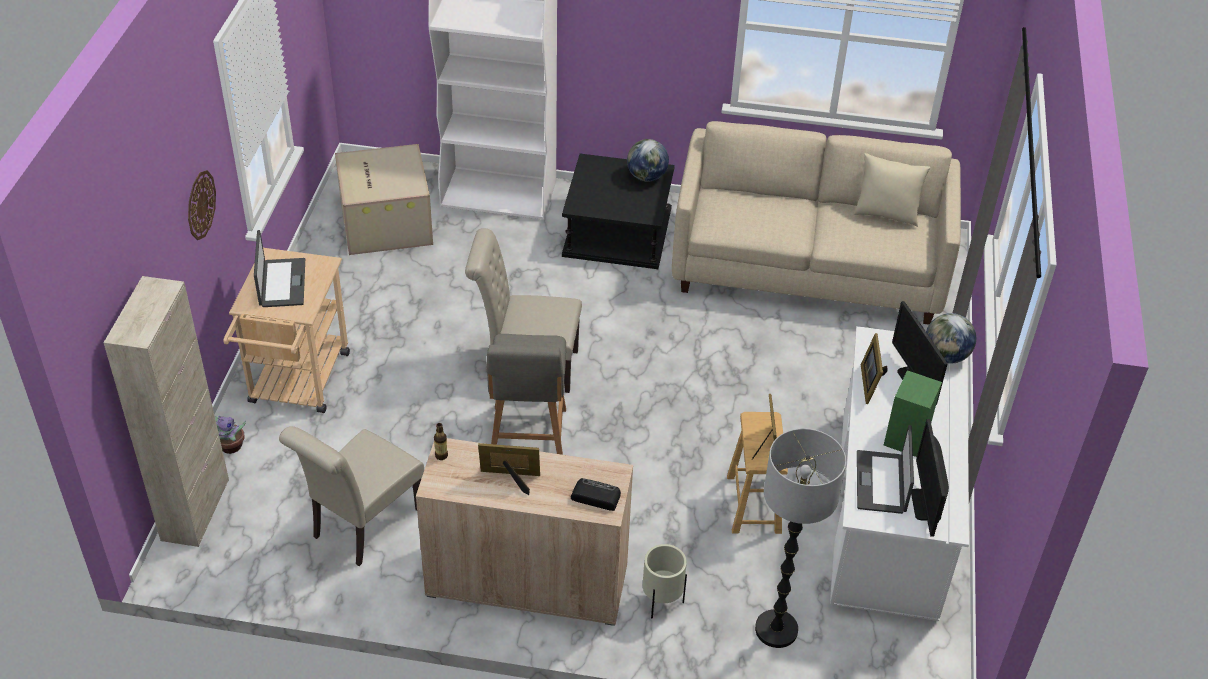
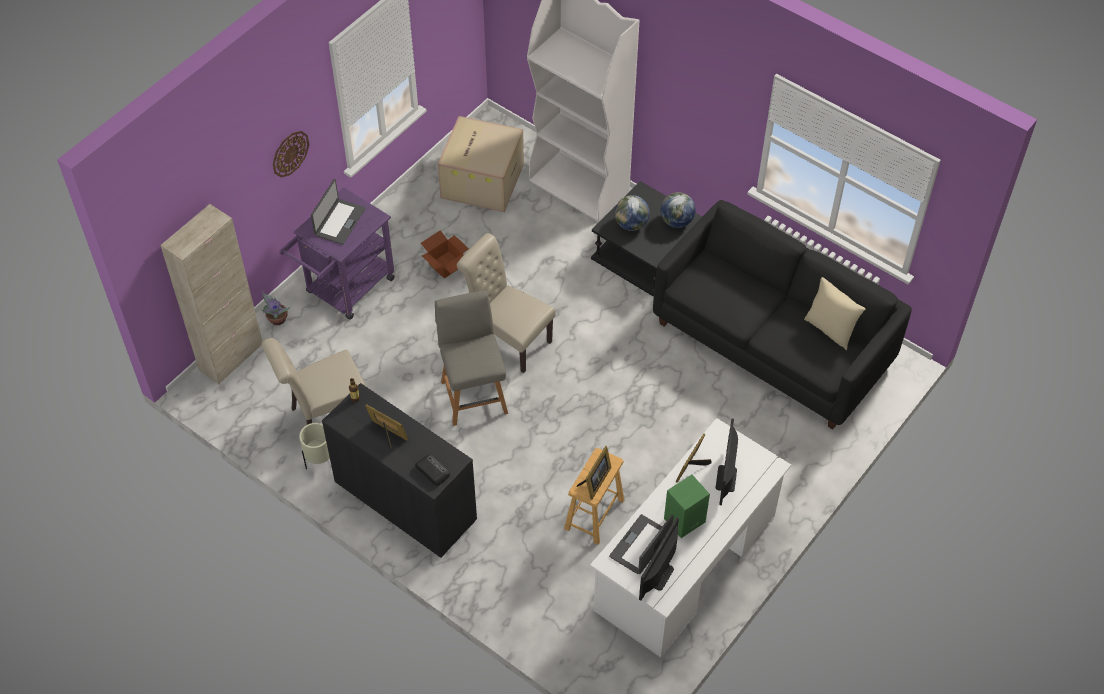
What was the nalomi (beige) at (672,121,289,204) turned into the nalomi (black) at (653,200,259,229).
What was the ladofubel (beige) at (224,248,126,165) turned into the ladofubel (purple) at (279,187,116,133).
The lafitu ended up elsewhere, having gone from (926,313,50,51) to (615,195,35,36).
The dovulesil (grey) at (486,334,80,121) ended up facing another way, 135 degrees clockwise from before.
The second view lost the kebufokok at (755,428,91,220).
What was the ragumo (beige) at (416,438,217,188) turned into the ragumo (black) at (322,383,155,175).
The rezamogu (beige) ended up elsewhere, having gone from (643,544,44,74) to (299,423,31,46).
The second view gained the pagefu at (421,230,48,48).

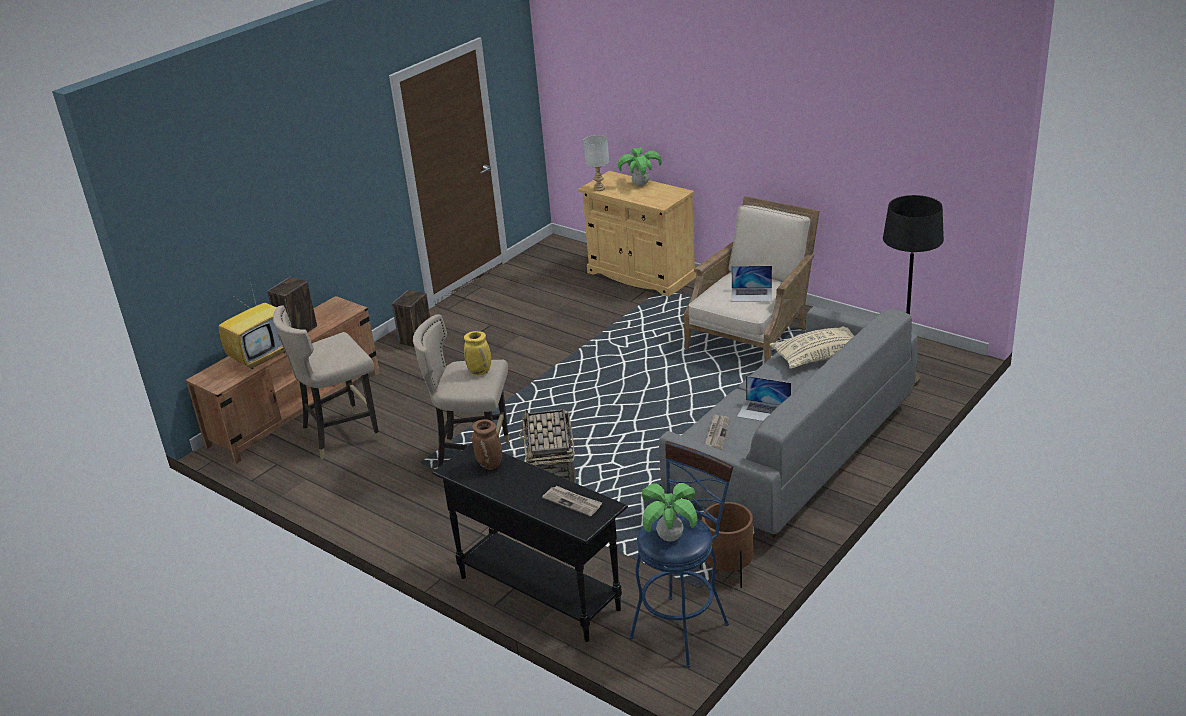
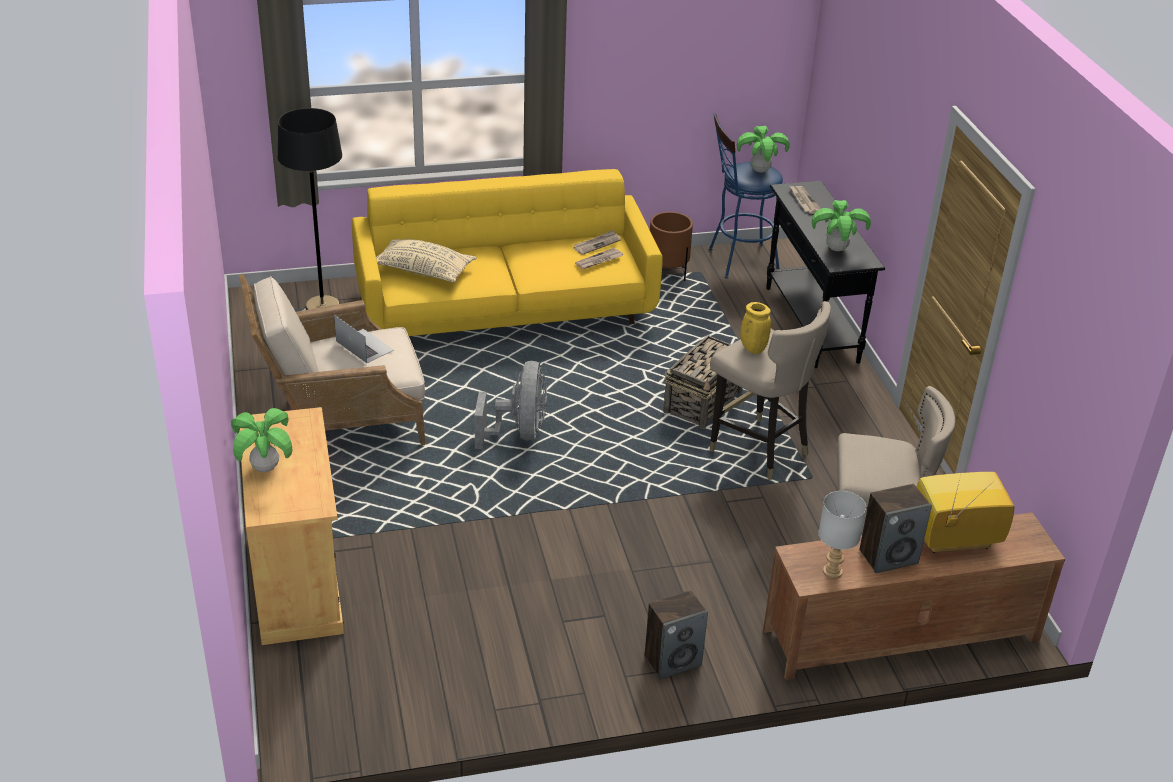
The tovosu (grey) ended up elsewhere, having gone from (583,135,26,56) to (818,491,48,88).
What was the nalomi (grey) at (659,306,259,232) turned into the nalomi (yellow) at (352,169,311,167).
The second view lost the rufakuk at (737,376,54,45).
Where the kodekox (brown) stood at (472,419,30,51), the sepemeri came to stand at (812,200,59,51).
The second view gained the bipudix at (574,230,47,25).
The second view gained the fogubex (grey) at (474,361,73,88).

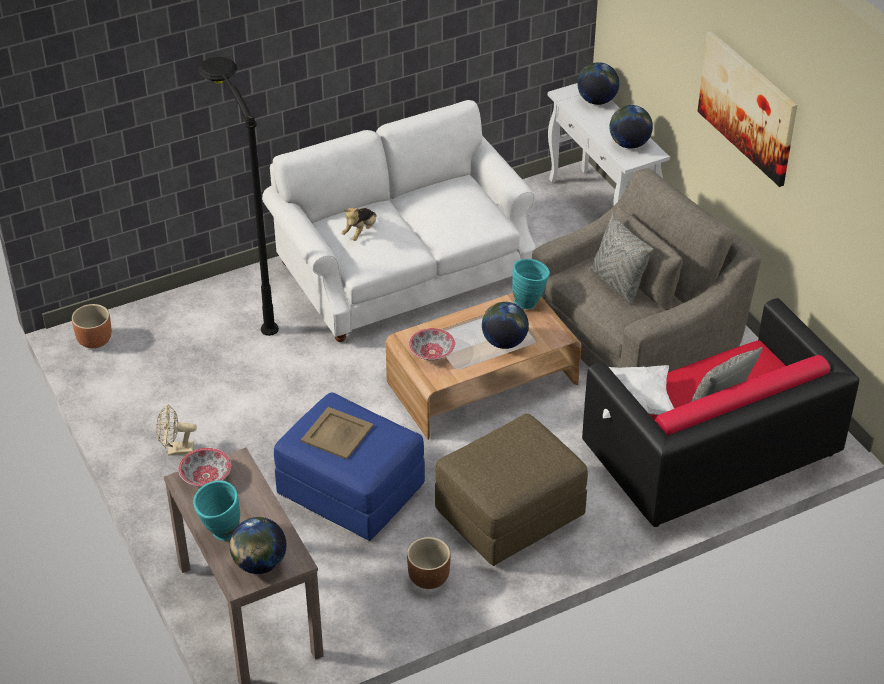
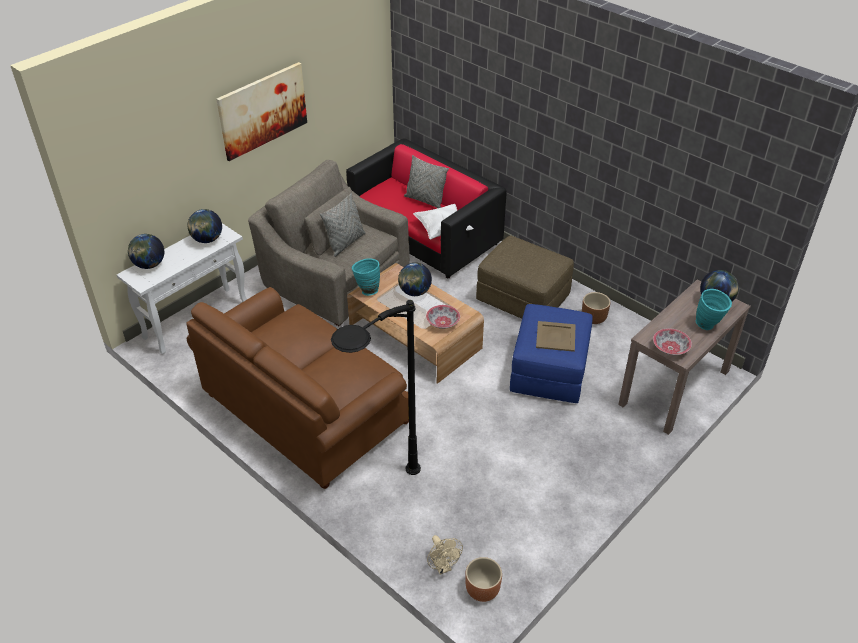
What was the nalomi (white) at (262,100,274,242) turned into the nalomi (brown) at (186,287,223,202).
The second view lost the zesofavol at (341,208,36,33).
The fogubex (beige) ended up elsewhere, having gone from (156,404,41,52) to (427,535,36,40).

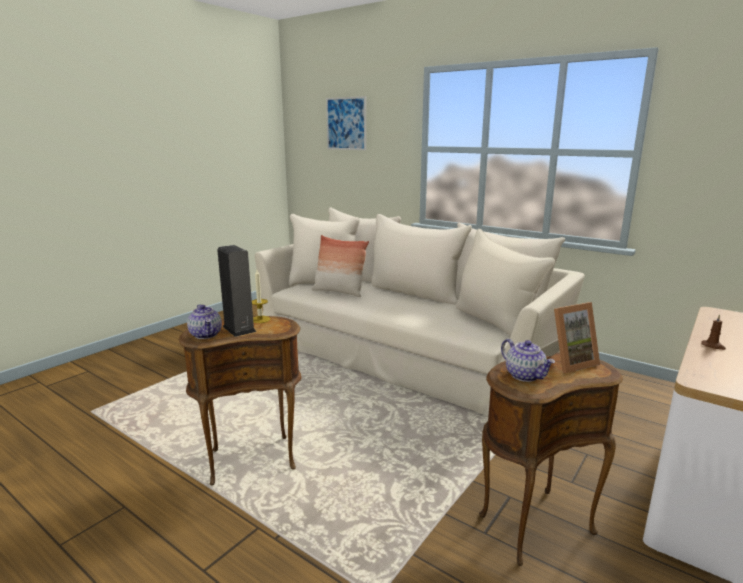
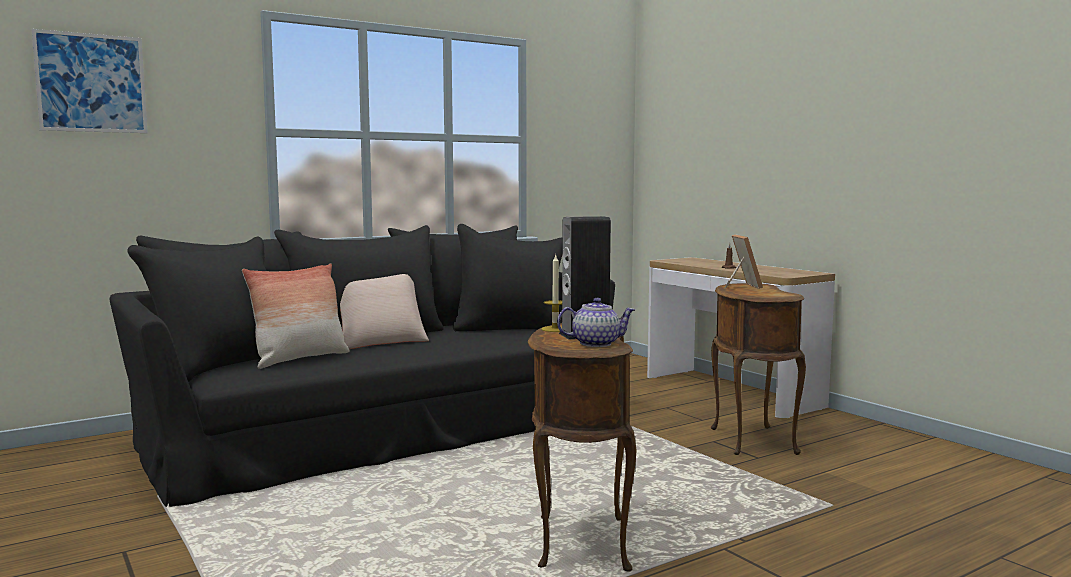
What was the nalomi (beige) at (255,207,330,209) turned into the nalomi (black) at (109,224,506,283).
The second view lost the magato at (501,339,54,43).
The second view gained the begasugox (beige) at (340,274,89,75).

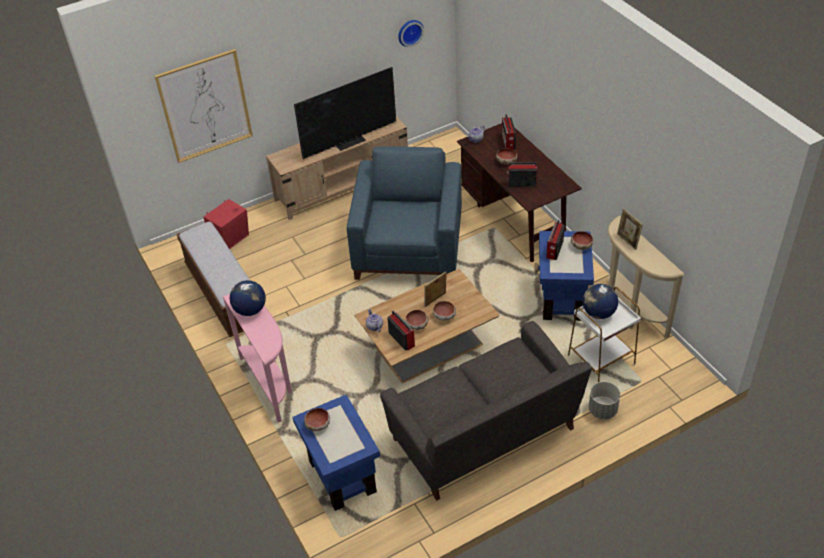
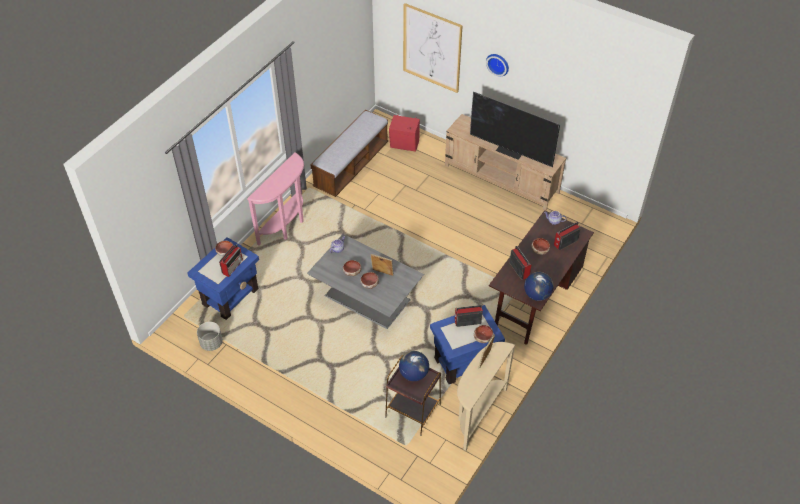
The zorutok ended up elsewhere, having gone from (398,20,26,27) to (486,54,23,22).
The second view lost the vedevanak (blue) at (347,146,115,134).
What was the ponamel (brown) at (354,269,146,114) turned into the ponamel (grey) at (307,234,117,95).
The lafitu ended up elsewhere, having gone from (230,280,36,36) to (524,272,30,29).
What was the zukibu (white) at (568,287,73,95) turned into the zukibu (brown) at (385,355,56,81).
The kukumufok ended up elsewhere, having gone from (387,311,28,40) to (219,244,24,33).
The second view lost the nalomi (grey) at (380,321,212,180).
The rezamogu (grey) ended up elsewhere, having gone from (589,382,31,37) to (197,322,26,29).

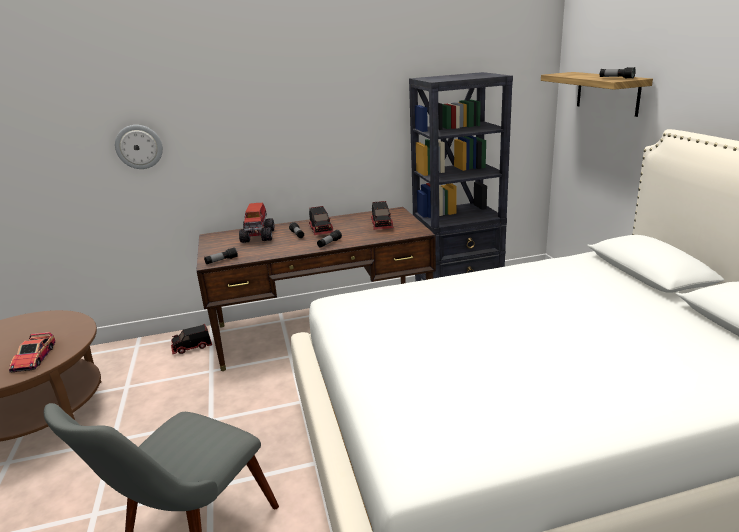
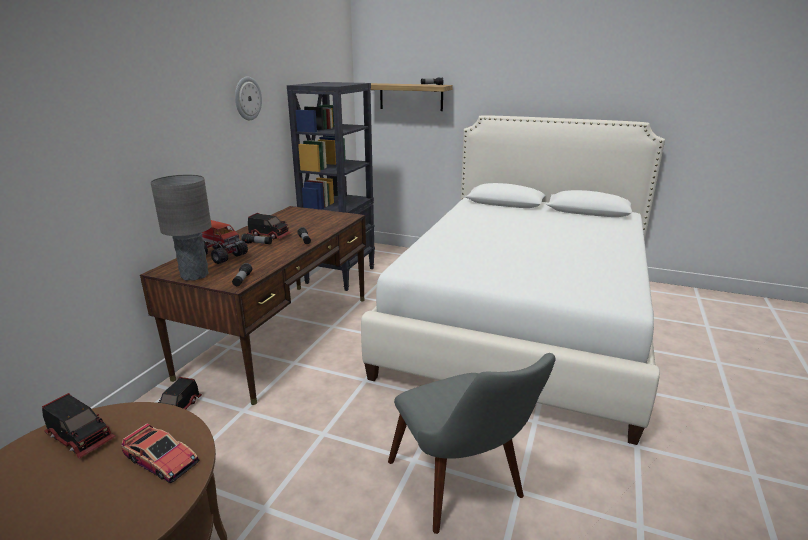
The zorutok ended up elsewhere, having gone from (115,125,48,44) to (235,77,27,43).
The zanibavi ended up elsewhere, having gone from (370,201,24,29) to (42,393,74,66).
The second view gained the tovosu (grey) at (150,175,62,106).

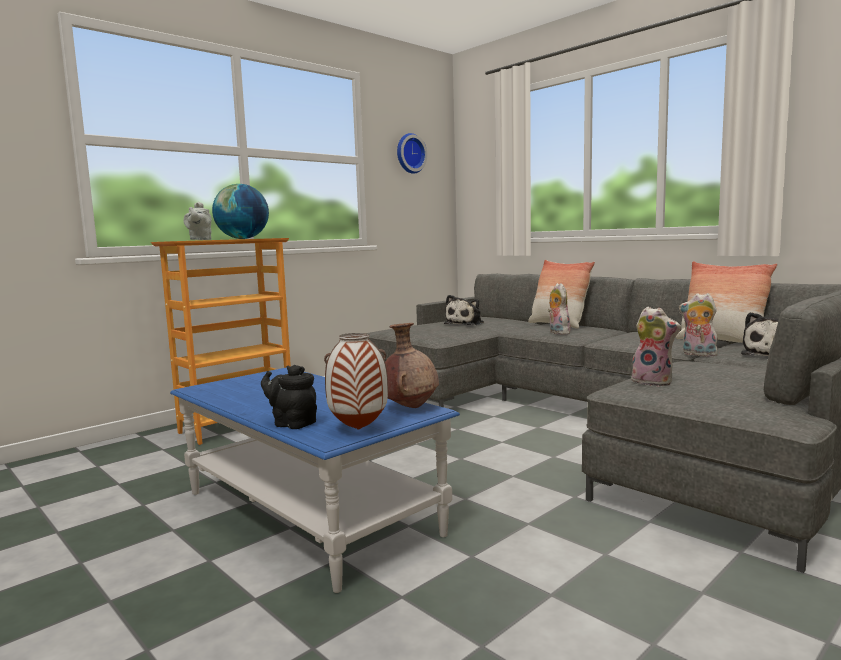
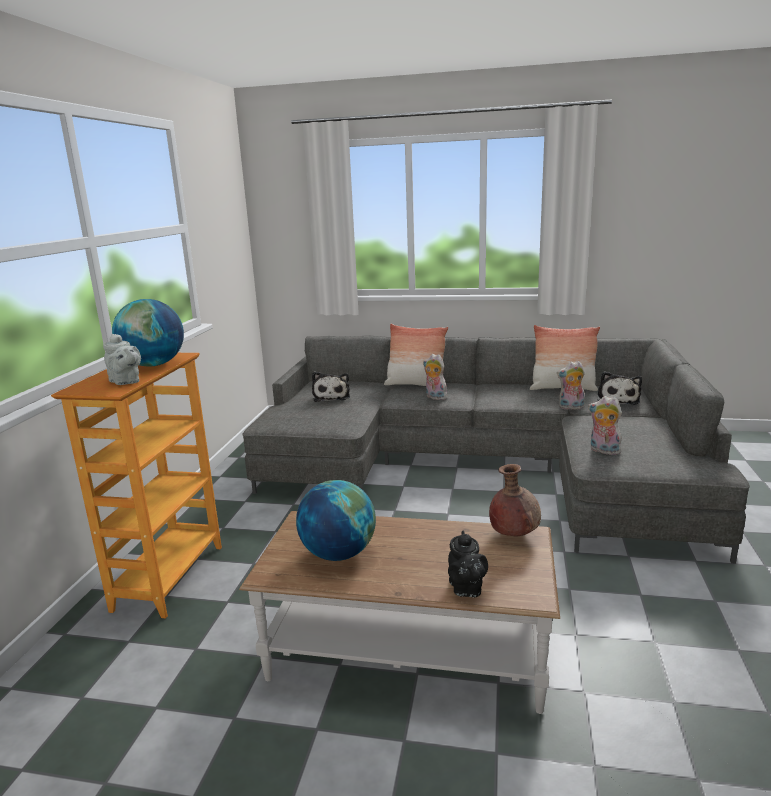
The second view lost the zorutok at (397,133,30,41).
The zesofavol at (629,307,52,79) ended up facing another way, 150 degrees counterclockwise from before.
The second view lost the kodekox at (324,333,64,97).
The magato (black) at (261,365,56,64) ended up facing another way, 90 degrees counterclockwise from before.
What was the ponamel (blue) at (170,367,290,226) turned into the ponamel (brown) at (239,511,321,203).
The second view gained the lafitu at (296,480,80,81).

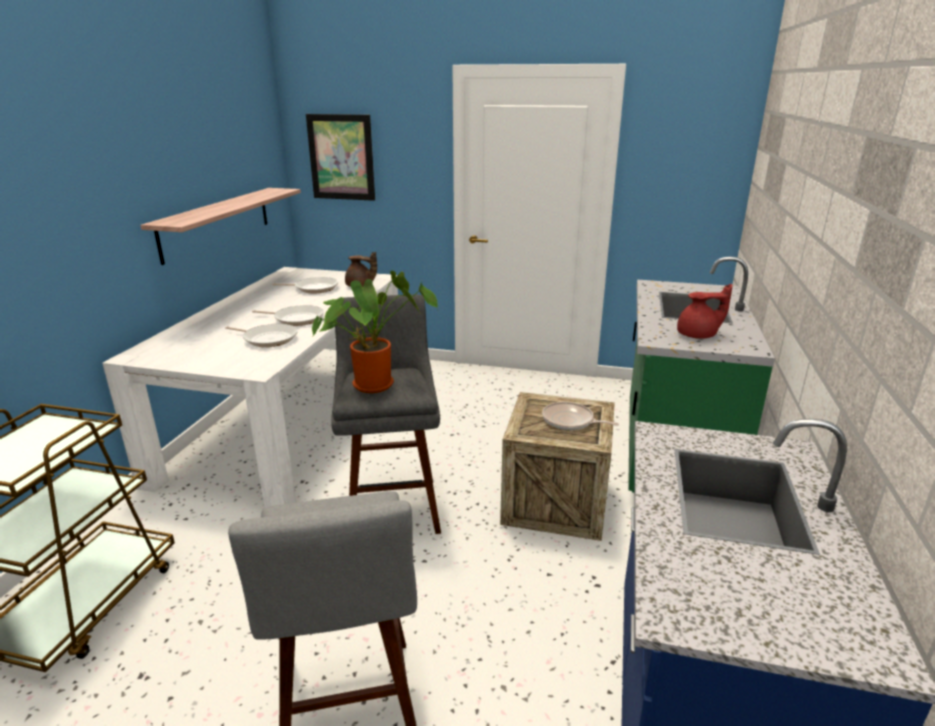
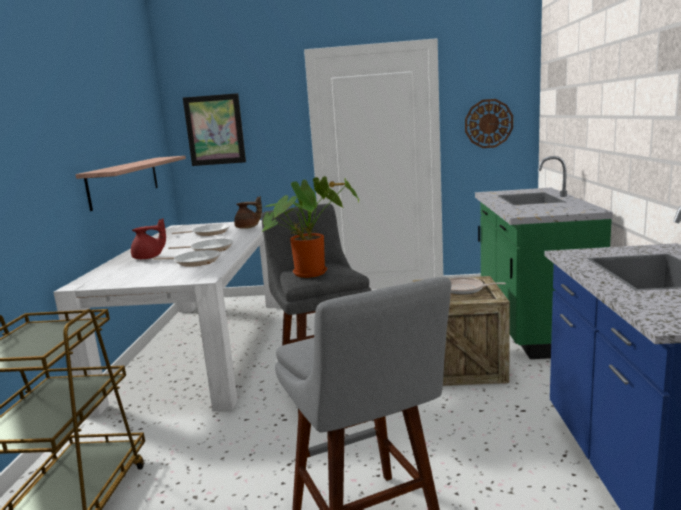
The magato (red) ended up elsewhere, having gone from (677,284,56,55) to (131,218,35,41).
The second view gained the zorutok at (465,99,48,49).

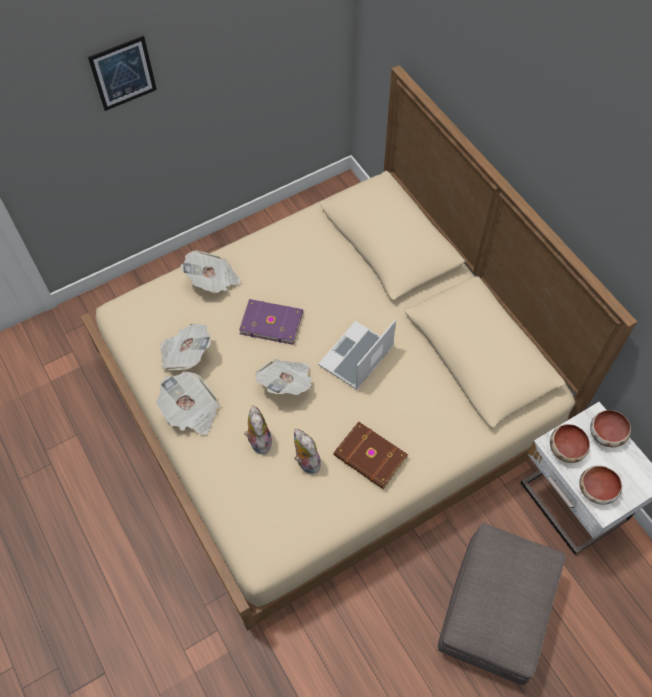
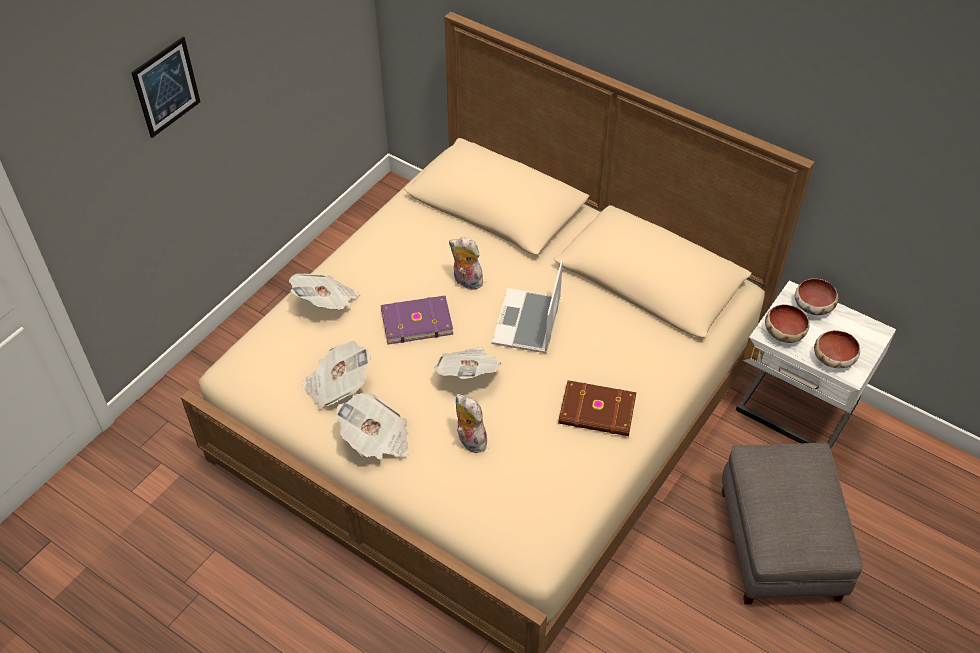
The zesofavol ended up elsewhere, having gone from (294,429,27,45) to (449,237,34,52).

